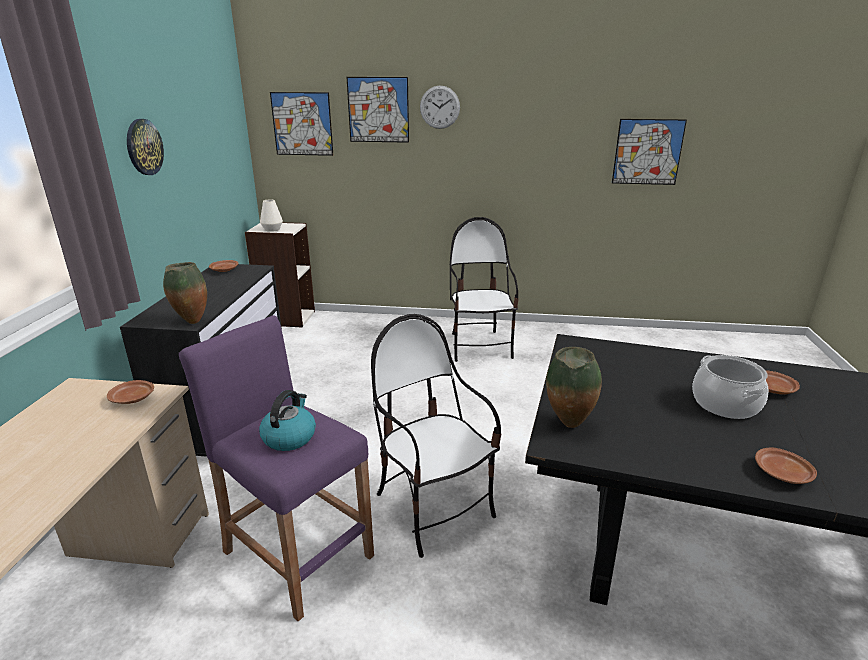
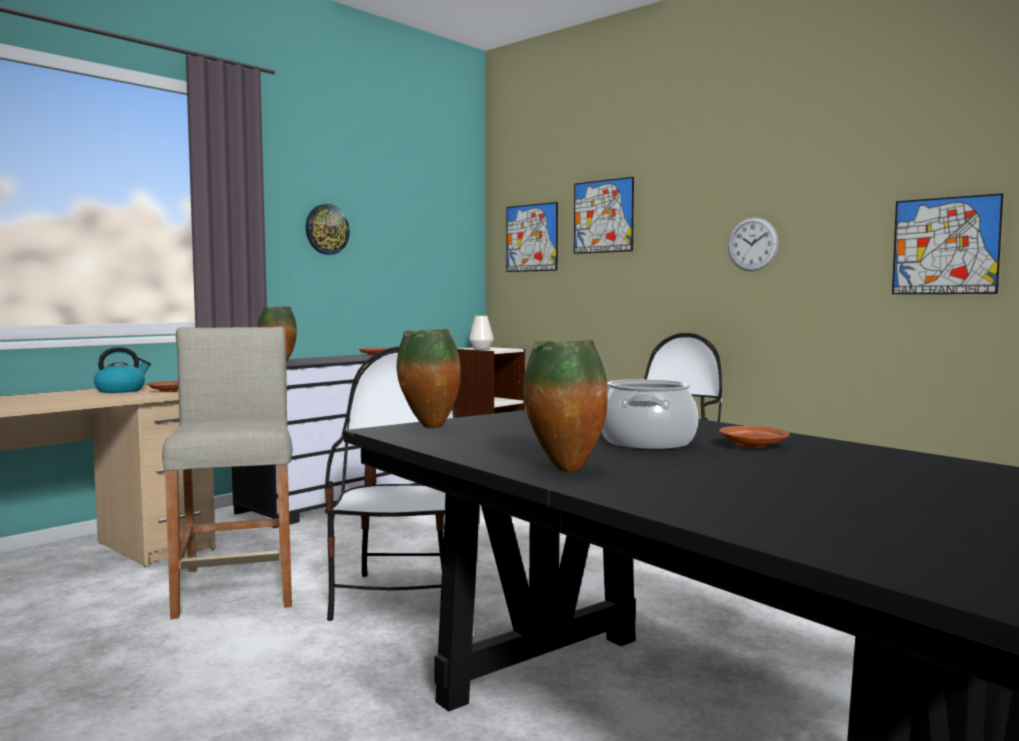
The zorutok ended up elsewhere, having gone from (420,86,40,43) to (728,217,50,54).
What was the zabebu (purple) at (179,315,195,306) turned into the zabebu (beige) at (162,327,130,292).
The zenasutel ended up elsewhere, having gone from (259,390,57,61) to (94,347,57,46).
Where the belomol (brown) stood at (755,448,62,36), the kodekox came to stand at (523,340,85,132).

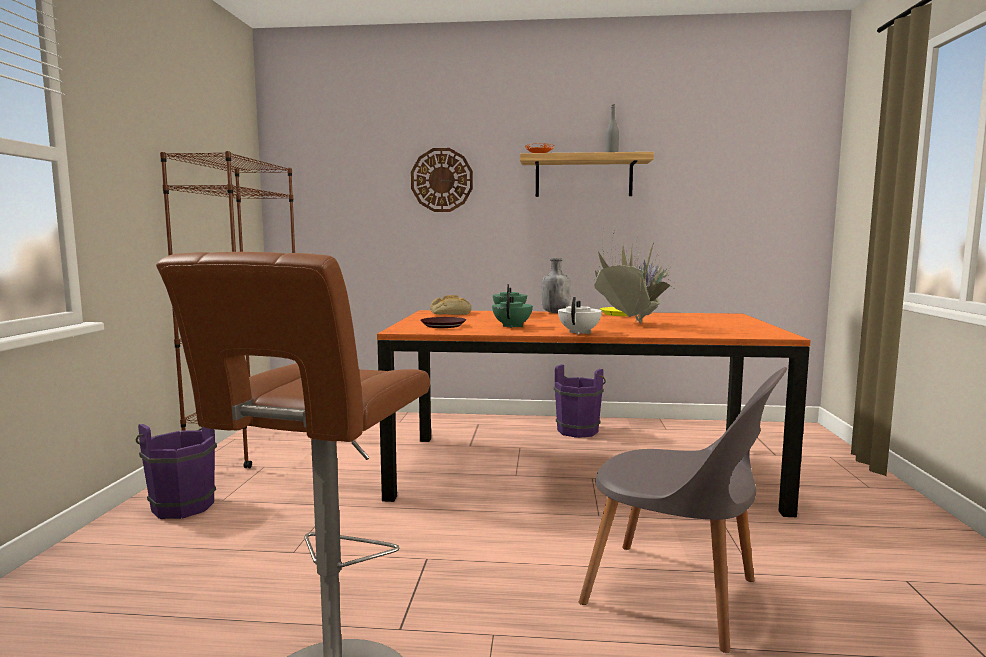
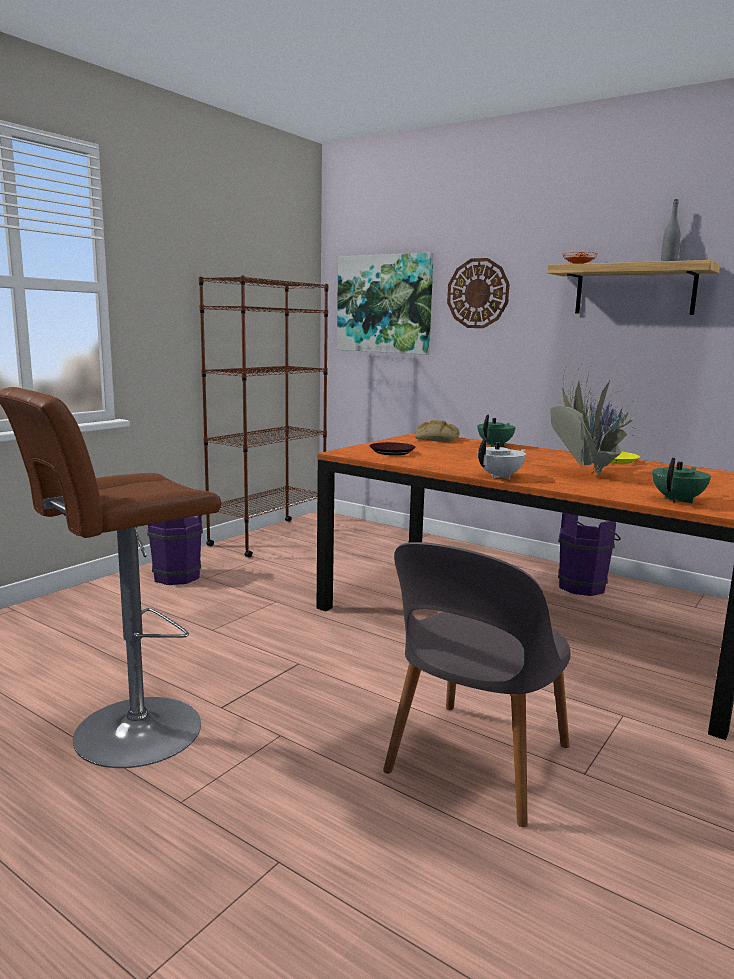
The second view lost the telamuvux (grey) at (541,258,30,55).
The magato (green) ended up elsewhere, having gone from (492,293,41,35) to (652,458,59,45).
The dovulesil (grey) at (579,367,208,286) ended up facing another way, 60 degrees clockwise from before.
The second view gained the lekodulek at (337,252,97,102).

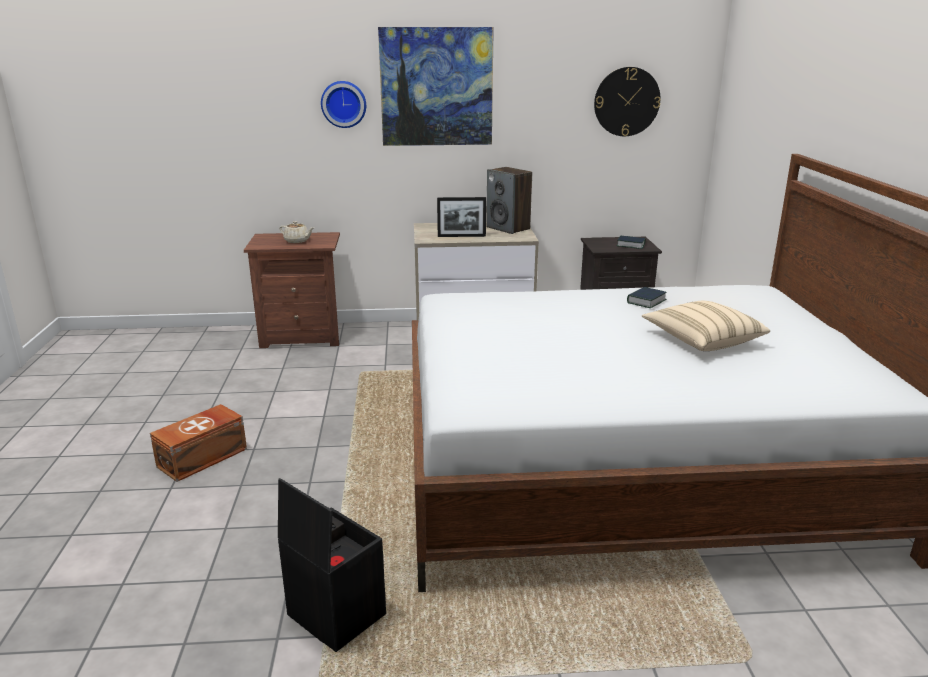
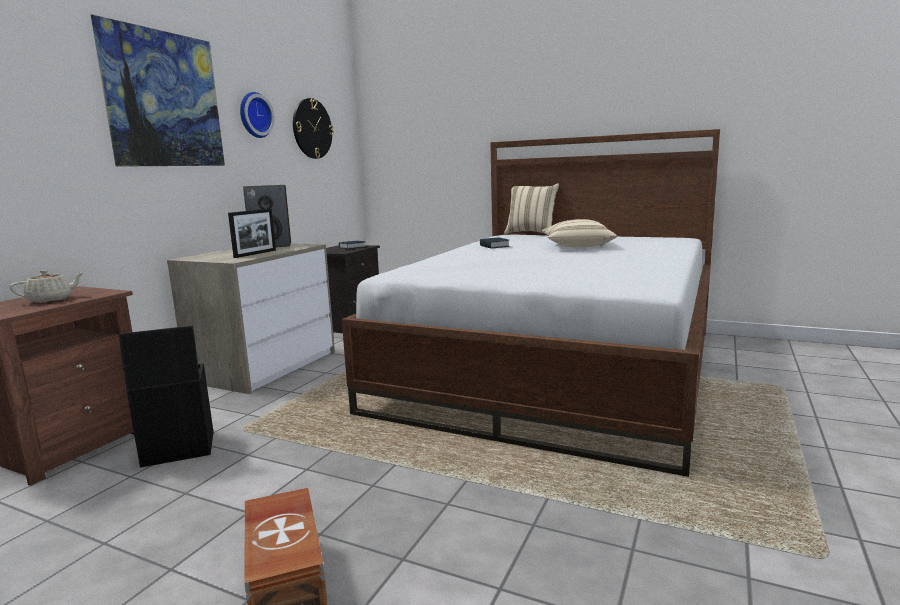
The zorutok ended up elsewhere, having gone from (321,81,45,47) to (240,92,35,46).
The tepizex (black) ended up elsewhere, having gone from (278,478,108,174) to (118,326,95,142).
The second view gained the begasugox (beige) at (504,183,55,51).

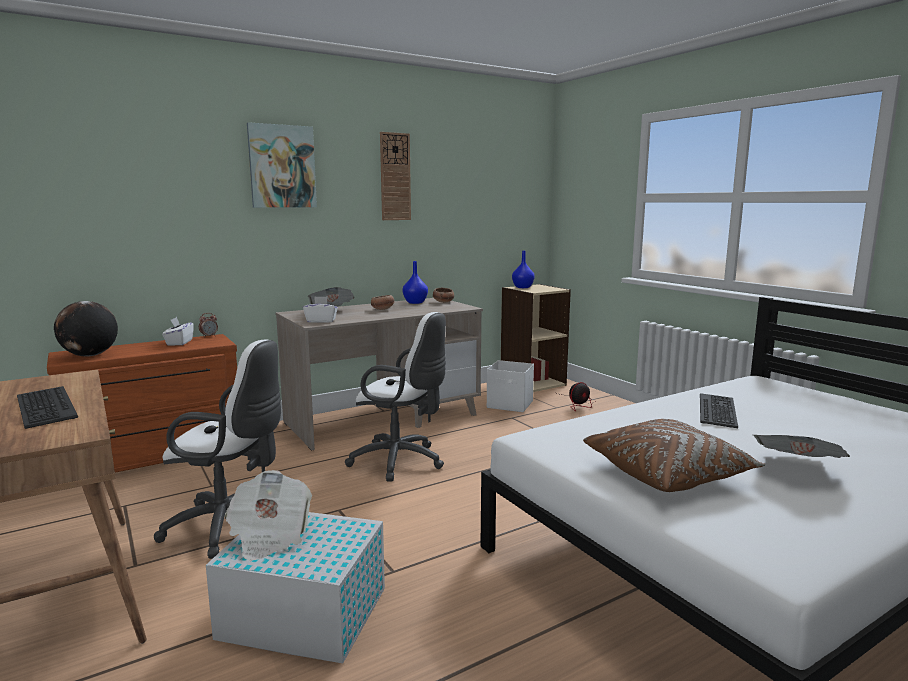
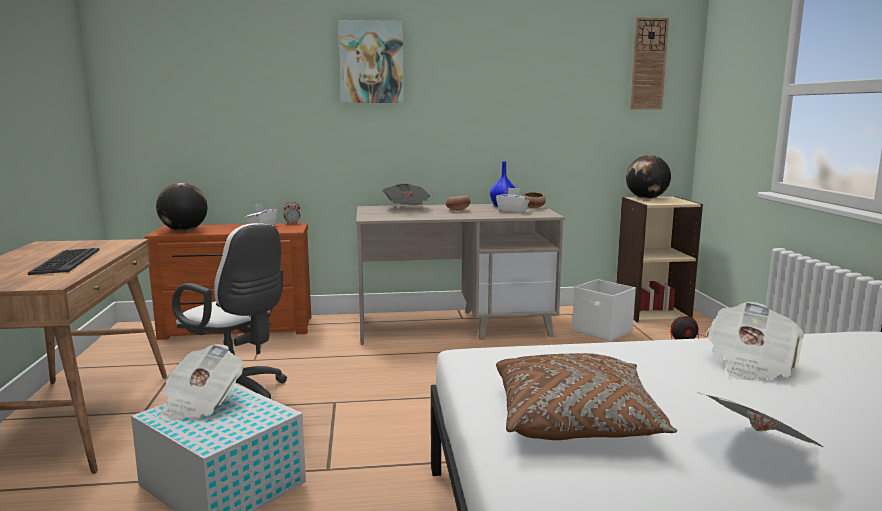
The zorutok ended up elsewhere, having gone from (380,132,31,88) to (630,17,39,93).
Where the kodekox (blue) stood at (512,251,22,37), the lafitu came to stand at (626,155,45,44).
The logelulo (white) ended up elsewhere, having gone from (303,296,35,27) to (496,187,34,26).
The second view lost the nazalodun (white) at (345,312,101,170).
Where the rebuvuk stood at (700,393,38,35), the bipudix came to stand at (706,302,98,78).

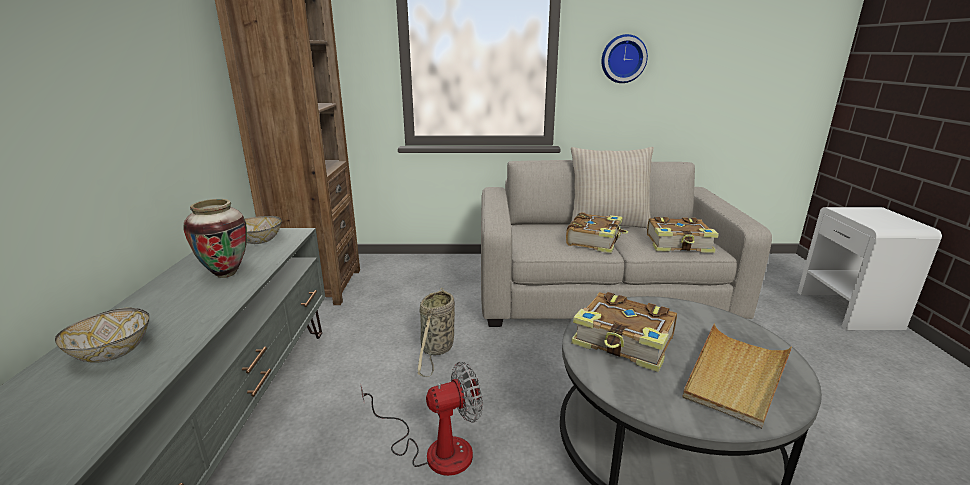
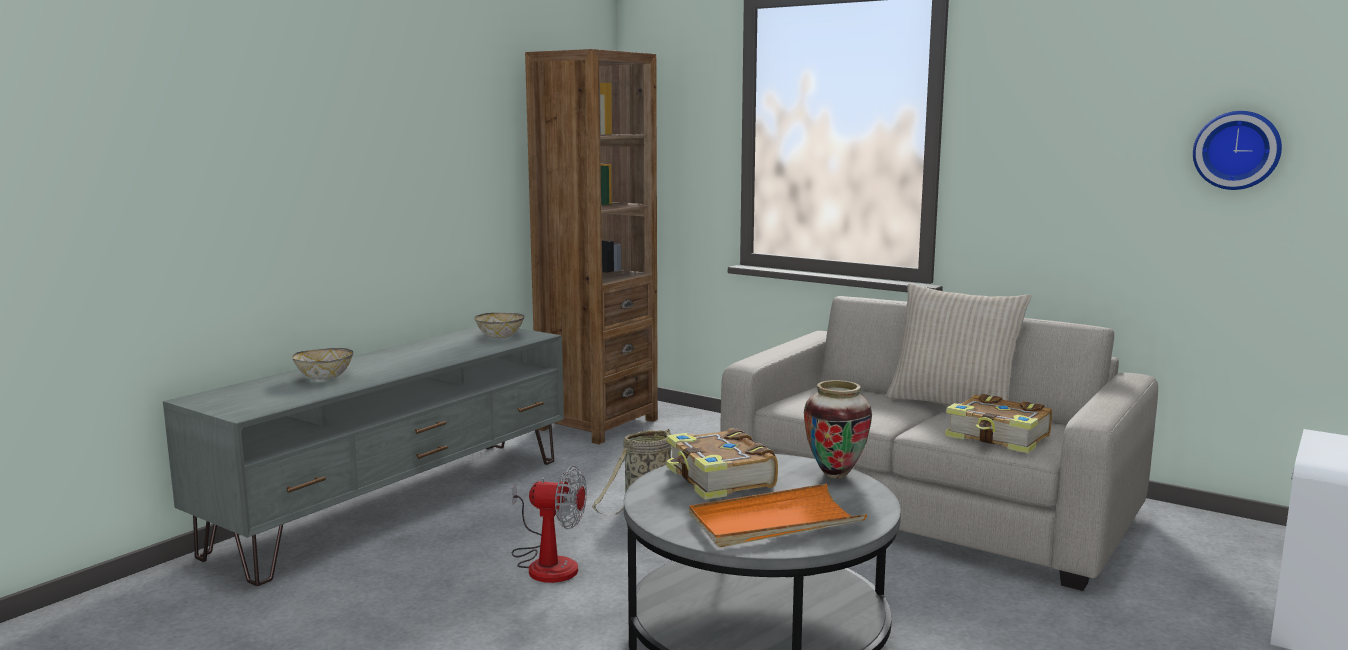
The zorutok ended up elsewhere, having gone from (602,34,46,49) to (1193,111,89,79).
The kodekox ended up elsewhere, having gone from (184,199,63,79) to (804,380,68,99).
The second view lost the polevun at (566,212,62,41).
What was the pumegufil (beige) at (683,323,109,106) turned into the pumegufil (orange) at (689,484,178,63).

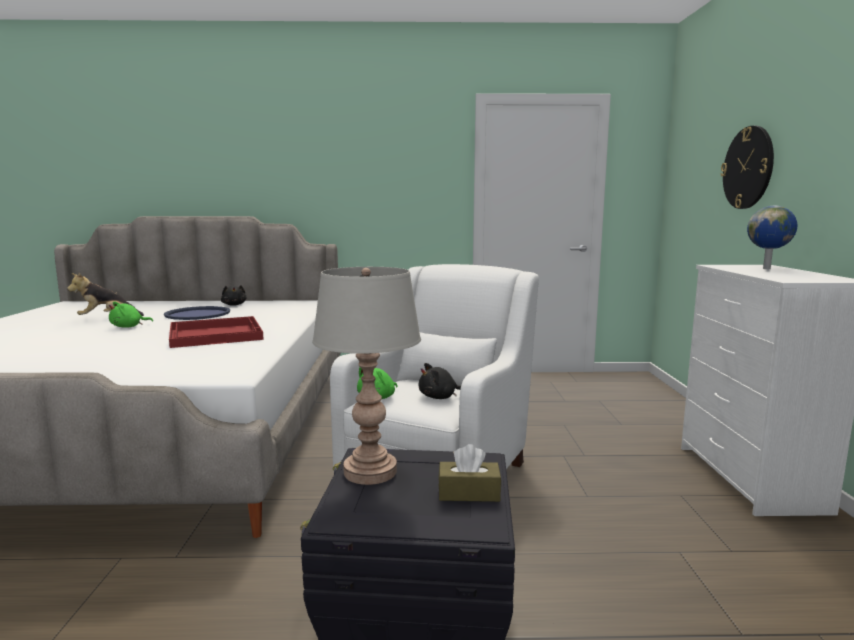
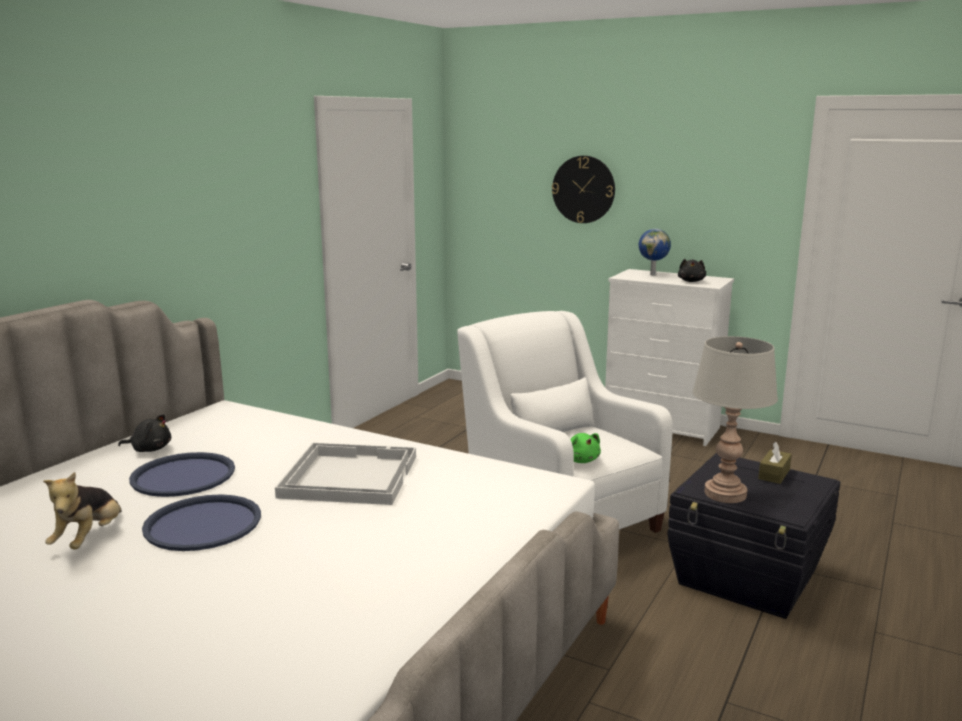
Where the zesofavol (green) stood at (109,301,44,27), the pumegufil (blue) came to stand at (142,494,119,57).
What was the pumegufil (red) at (169,316,95,32) turned into the pumegufil (white) at (275,443,141,62).
The zesofavol (black) ended up elsewhere, having gone from (419,363,42,36) to (678,259,28,23).

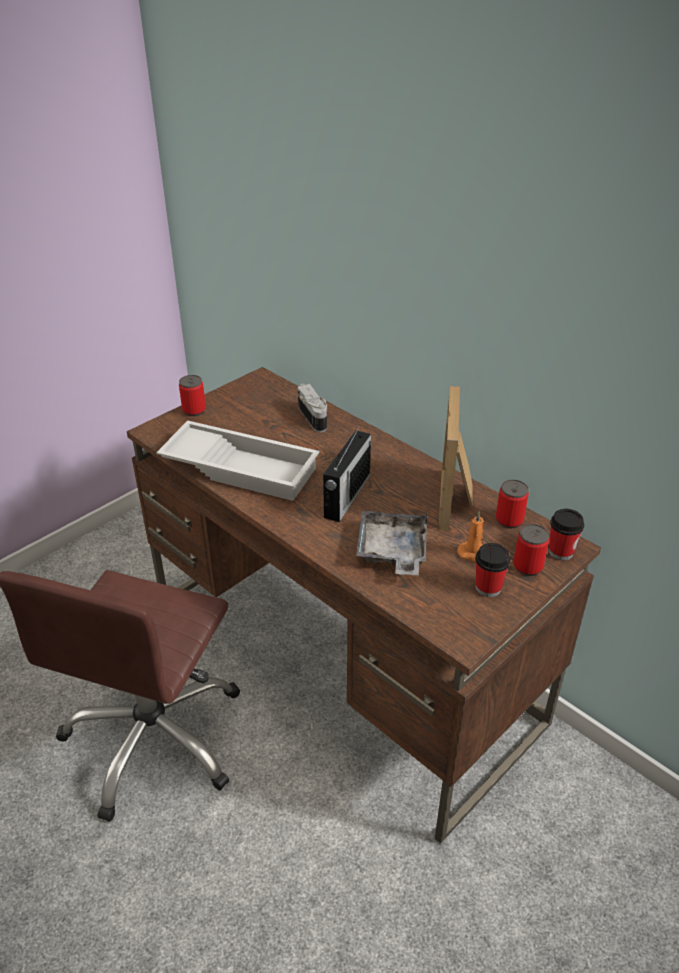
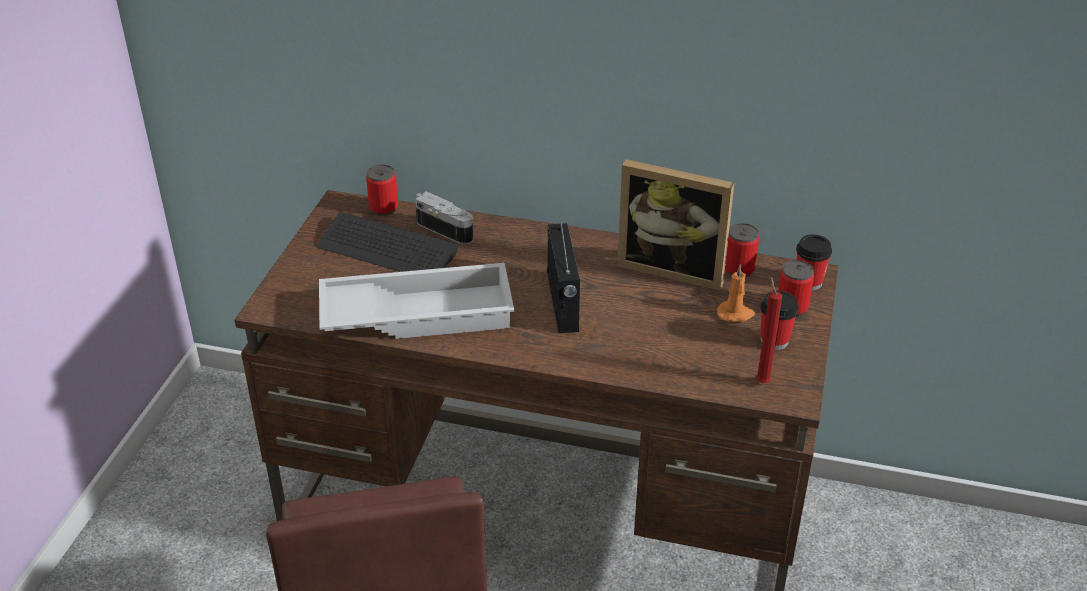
The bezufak ended up elsewhere, having gone from (179,375,27,41) to (366,165,32,51).
The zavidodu at (438,386,35,145) ended up facing another way, 45 degrees counterclockwise from before.
The second view lost the pumegufil (grey) at (356,511,72,64).
The second view gained the rebuvuk at (317,212,143,60).
The second view gained the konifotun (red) at (756,277,26,106).

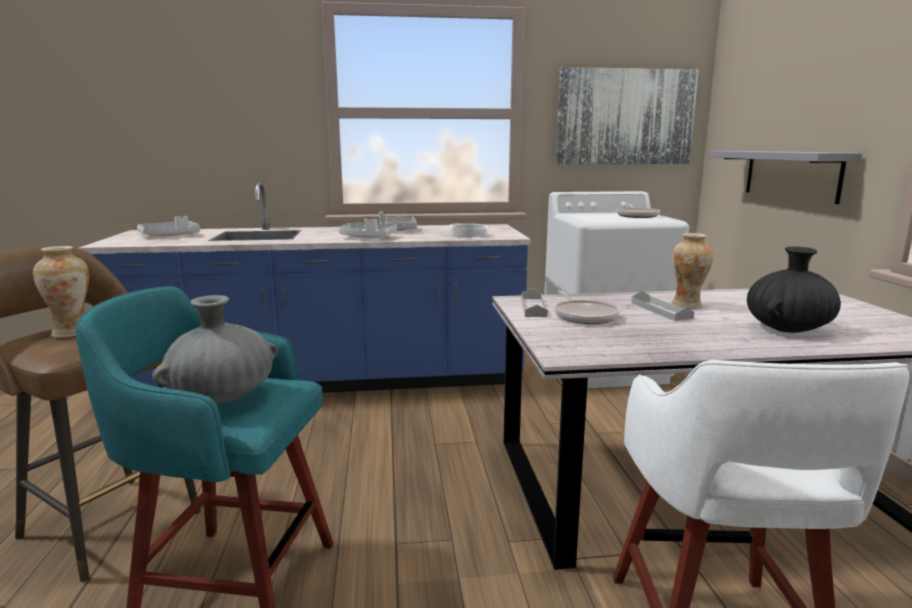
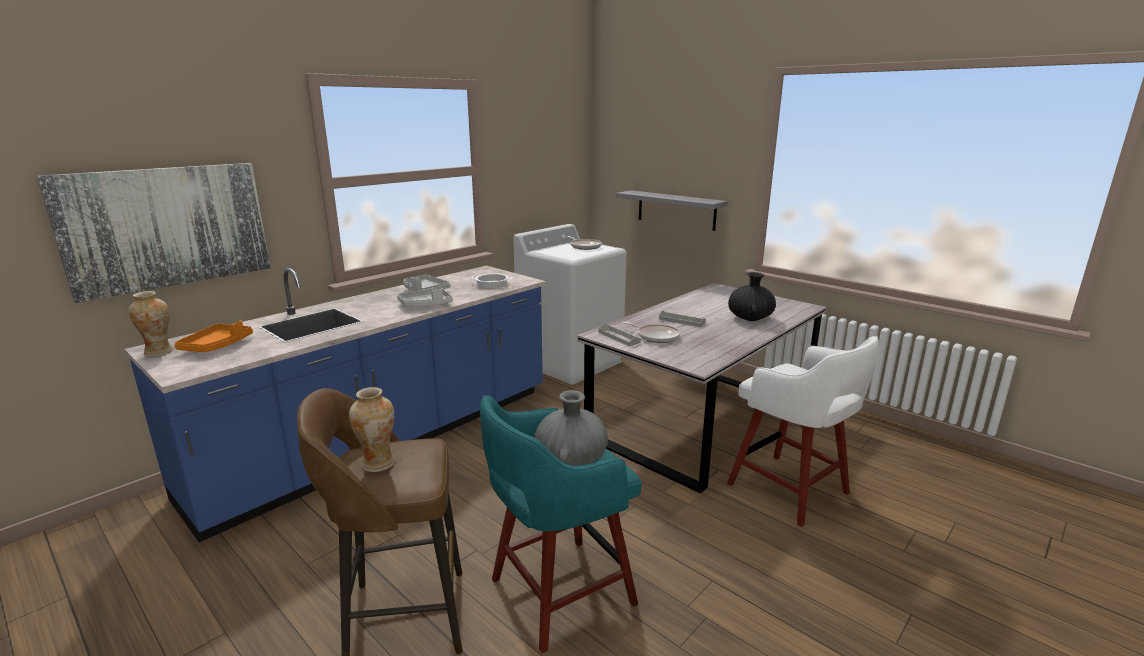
The lekodulek ended up elsewhere, having gone from (556,67,143,97) to (36,163,234,140).
What was the pumegufil (grey) at (137,216,63,21) turned into the pumegufil (orange) at (174,320,79,32).
The kodekox ended up elsewhere, having gone from (672,233,41,76) to (128,291,45,65).

